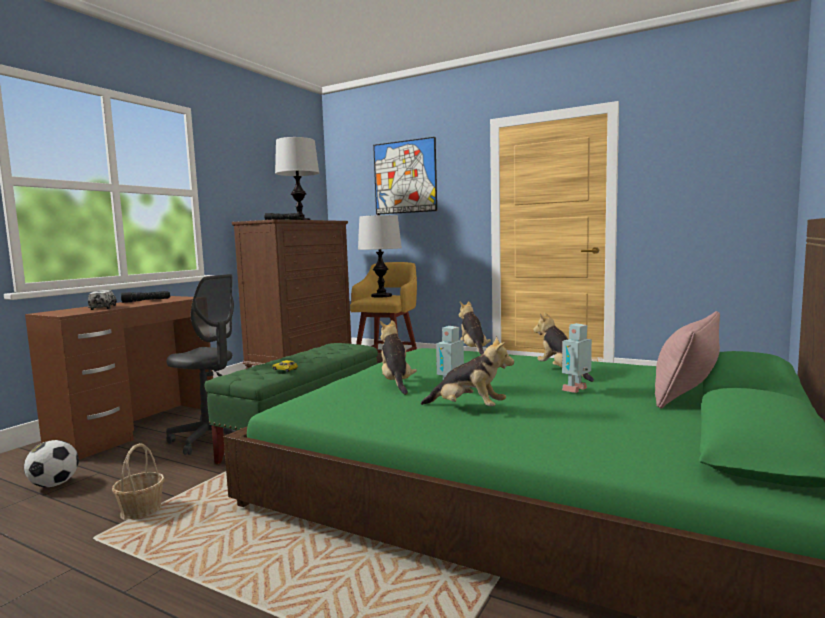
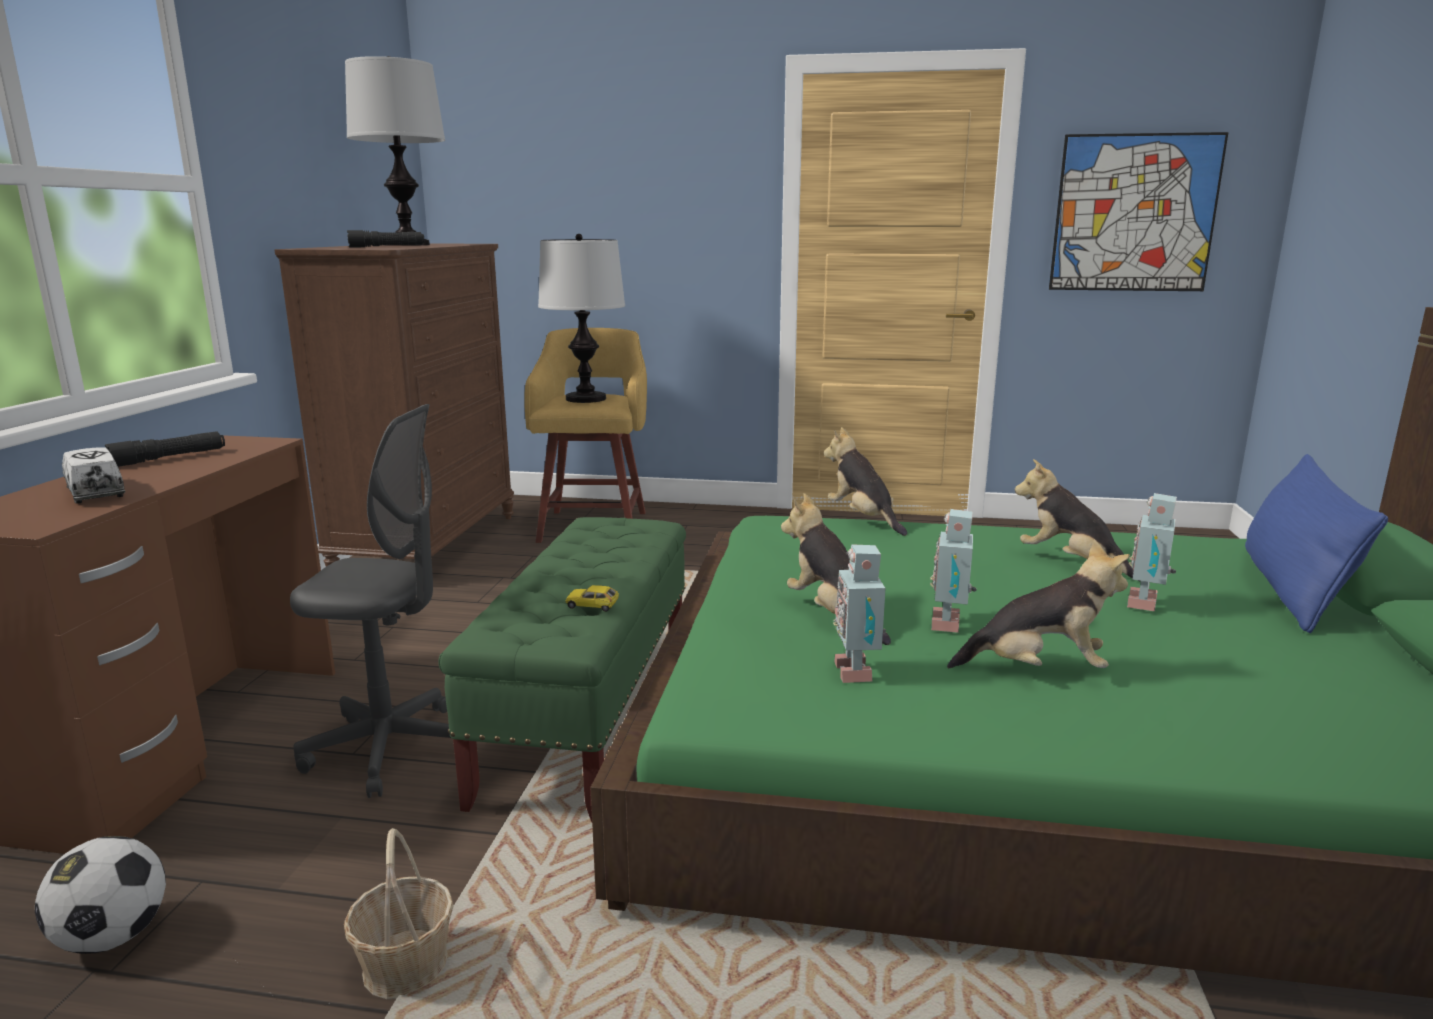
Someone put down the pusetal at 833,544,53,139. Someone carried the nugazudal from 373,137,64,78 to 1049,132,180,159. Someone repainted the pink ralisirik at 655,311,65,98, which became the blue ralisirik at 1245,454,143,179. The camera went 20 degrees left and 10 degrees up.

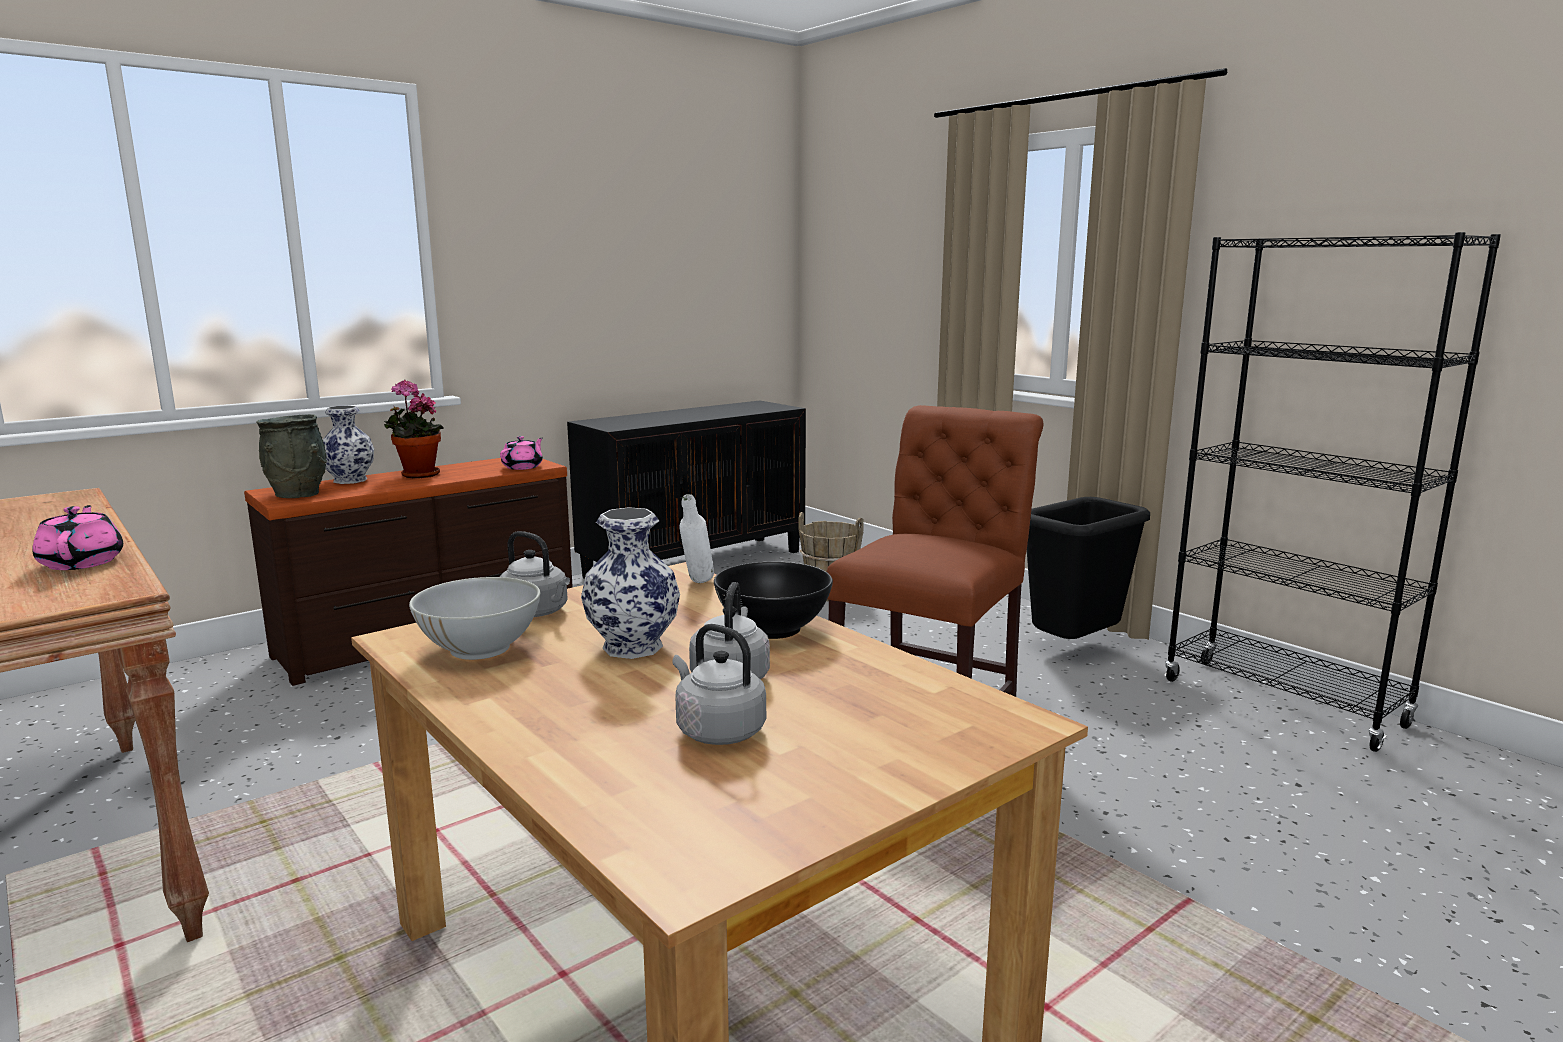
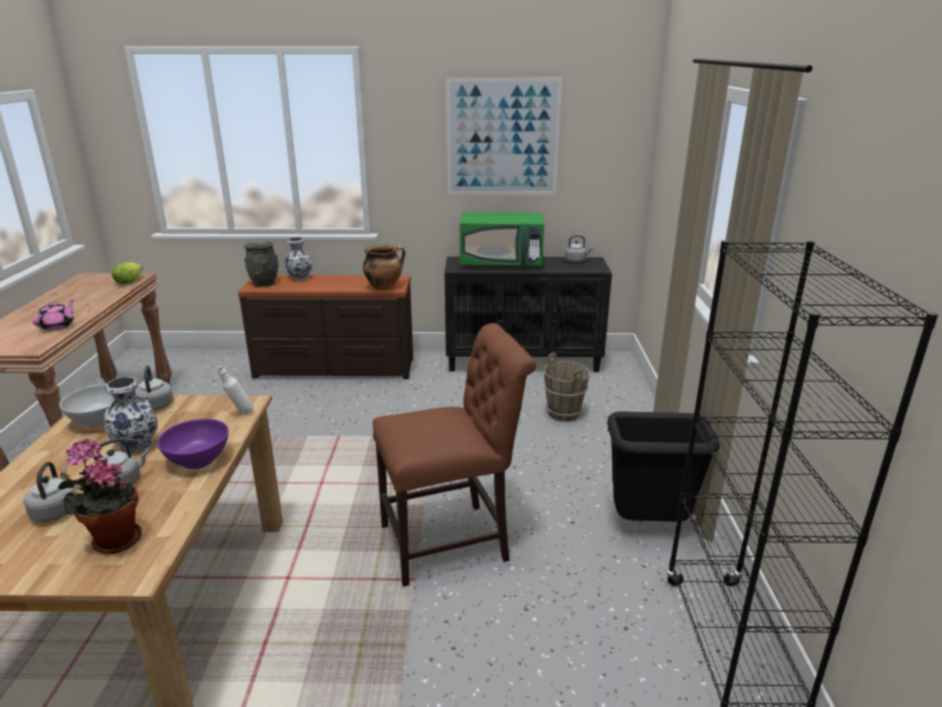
Someone put down the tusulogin at 112,262,31,23. Someone put up the nugazudal at 446,77,116,118. Someone put down the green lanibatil at 460,212,84,55. Someone put down the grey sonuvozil at 565,235,28,27. Someone carried the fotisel from 384,380,60,98 to 58,439,84,115. Someone swapped the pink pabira at 500,436,43,34 for the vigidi at 363,244,42,46. Someone repainted the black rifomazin at 714,562,119,77, which became the purple rifomazin at 157,419,72,50. The camera went 40 degrees right and 10 degrees up.

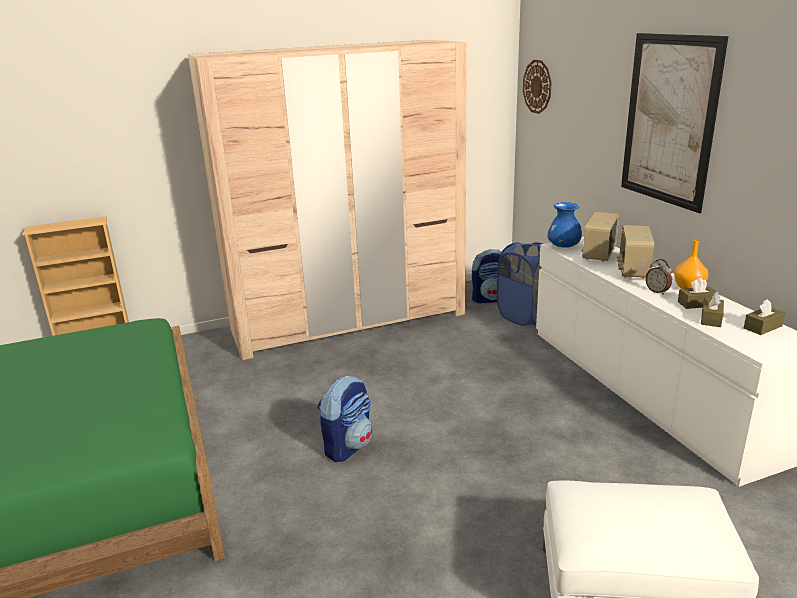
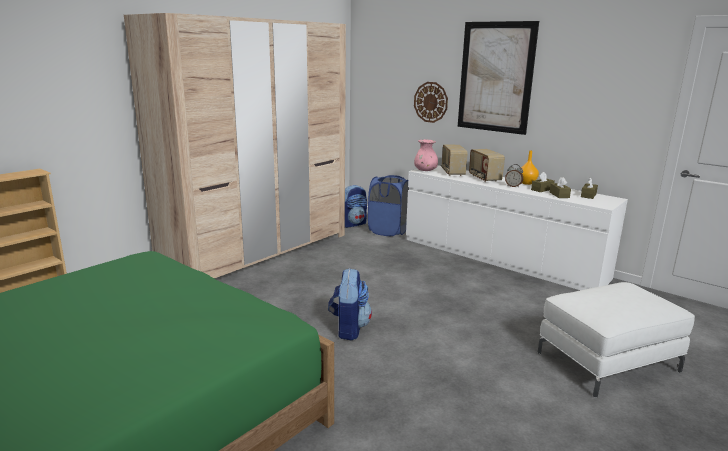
Someone carried the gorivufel from 523,60,29,54 to 414,82,34,41. Someone repainted the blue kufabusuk at 548,202,34,46, which became the pink kufabusuk at 414,139,24,32. The camera went 30 degrees left and 5 degrees down.

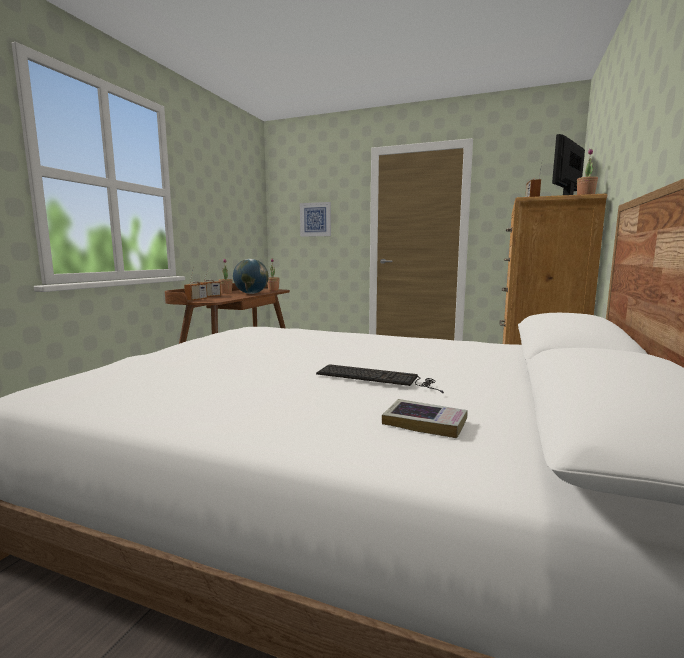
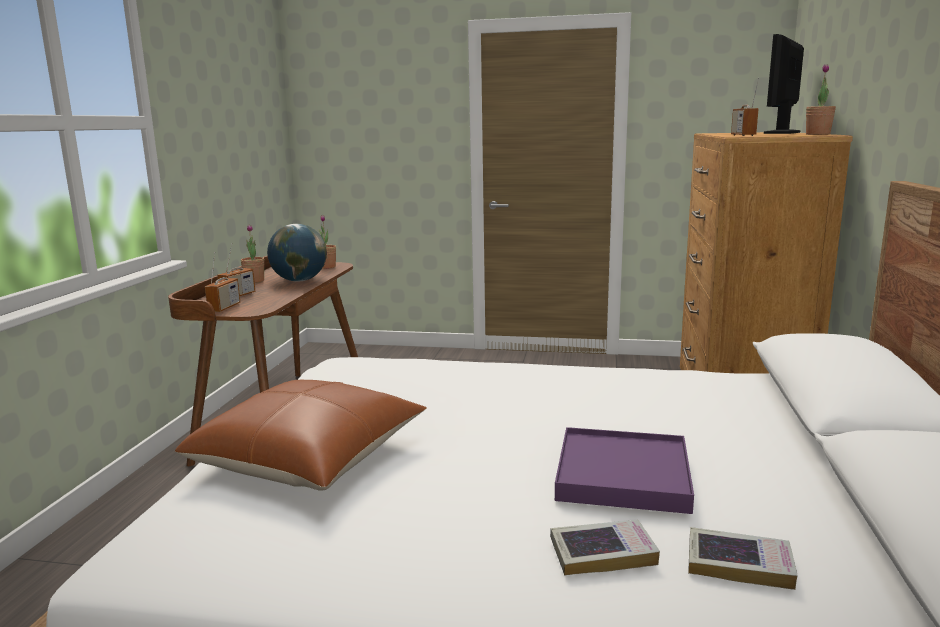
Someone took away the nugazudal at 300,202,31,35. Someone put down the brown ralisirik at 175,380,252,111. Someone put down the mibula at 550,520,110,56. Someone swapped the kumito at 316,364,128,29 for the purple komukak at 555,427,139,87. The camera went 10 degrees left and 5 degrees up.

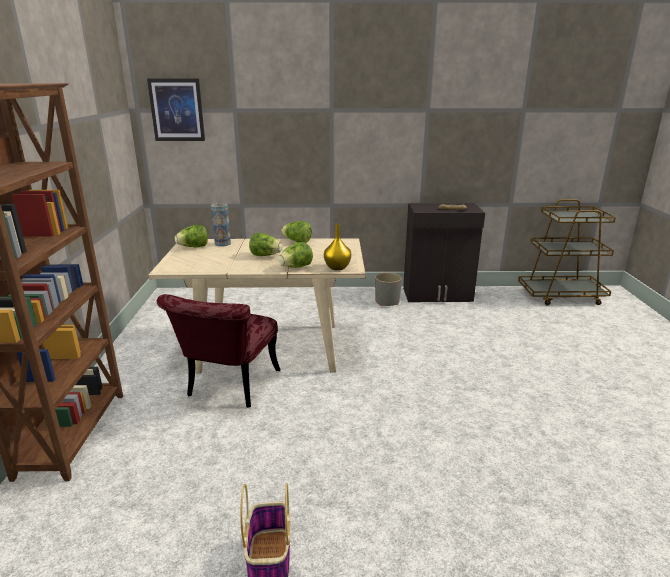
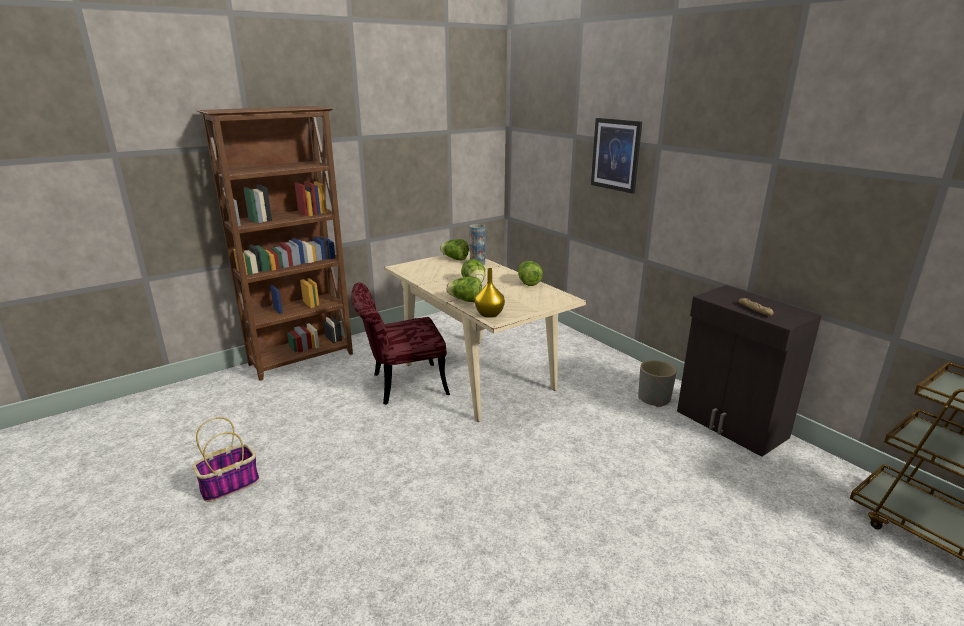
Someone carried the nugazudal from 147,78,58,63 to 591,118,51,76. The camera went 55 degrees right and 0 degrees up.

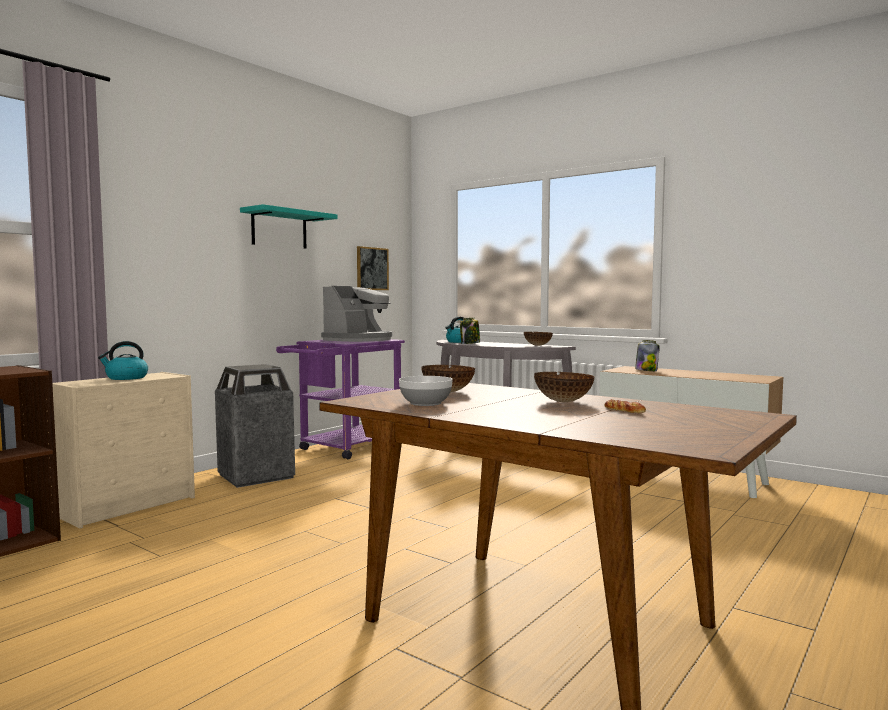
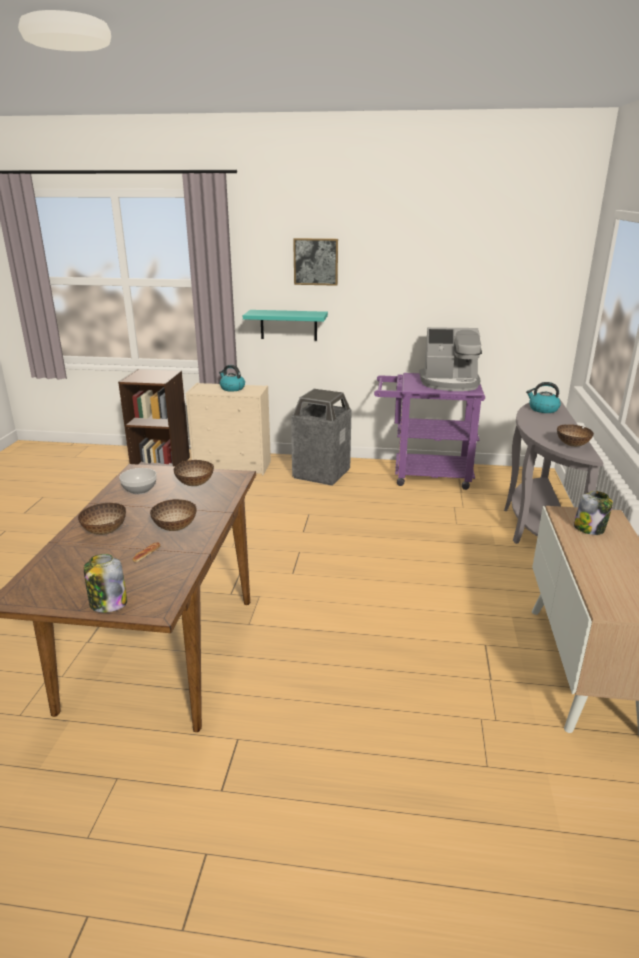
Someone put down the rifomazin at 78,503,48,32. Someone carried the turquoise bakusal from 240,204,98,45 to 243,310,85,31. Someone carried the nugazudal from 357,246,32,44 to 293,238,45,48. Someone carried the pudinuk from 460,317,20,27 to 84,554,43,59. The camera went 60 degrees right and 20 degrees up.

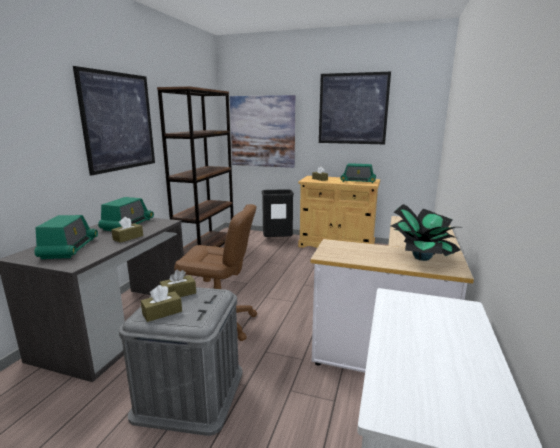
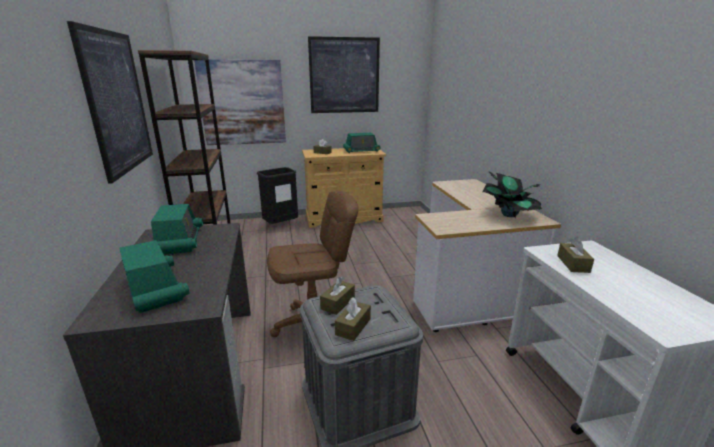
Someone carried the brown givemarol from 111,217,32,26 to 557,237,37,36. The camera went 30 degrees left and 5 degrees up.

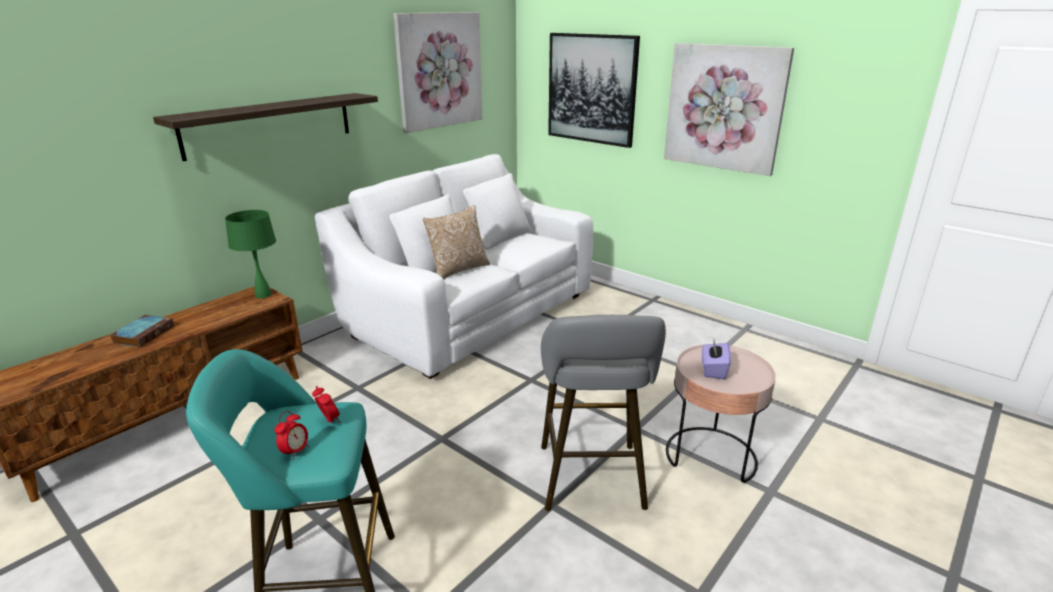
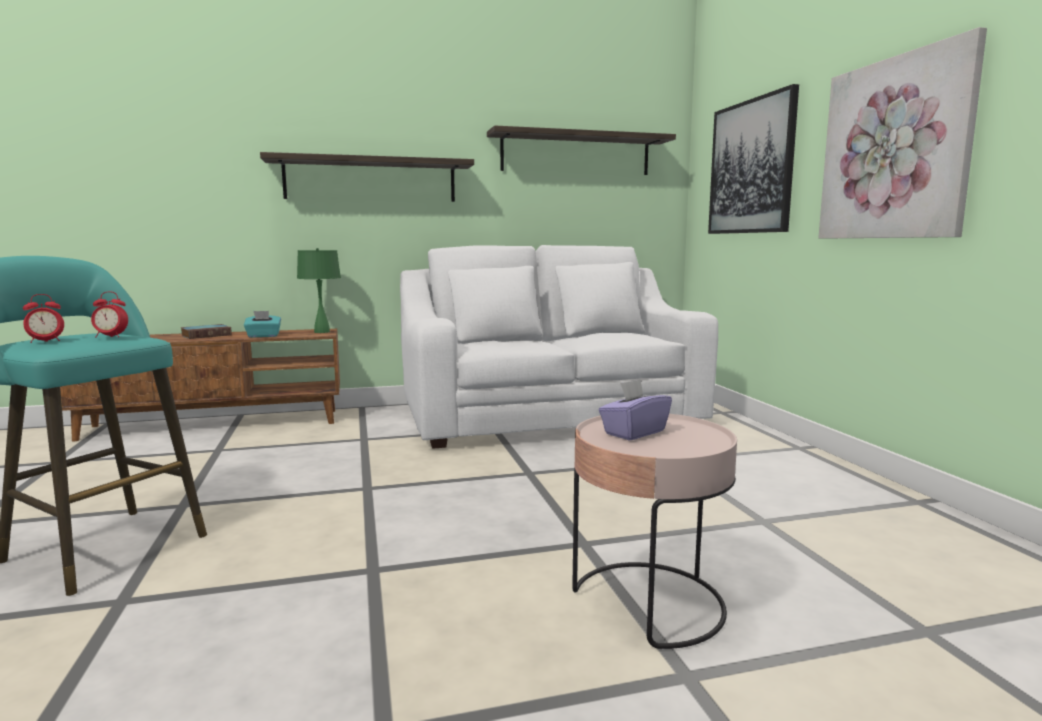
Someone took away the ralisirik at 423,205,67,74. Someone took away the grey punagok at 541,315,125,196. Someone put down the turquoise givemarol at 244,311,37,27. Someone swapped the nugazudal at 393,12,89,121 for the bakusal at 487,125,189,50. Someone rotated the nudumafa at 312,386,28,37 by 90 degrees clockwise. The camera went 35 degrees right and 15 degrees down.

